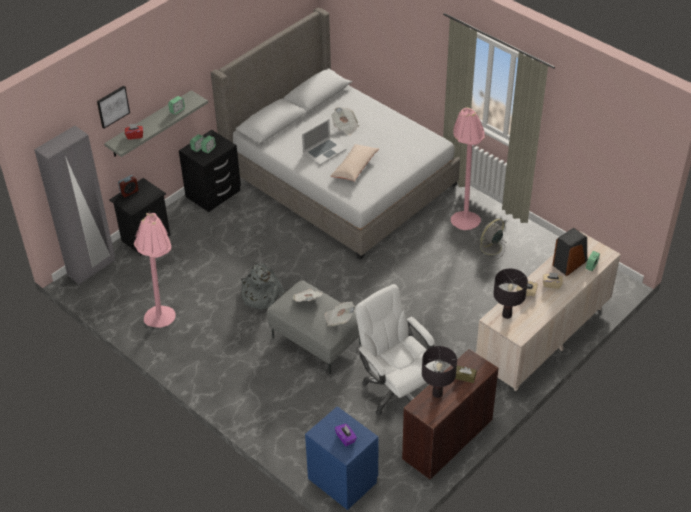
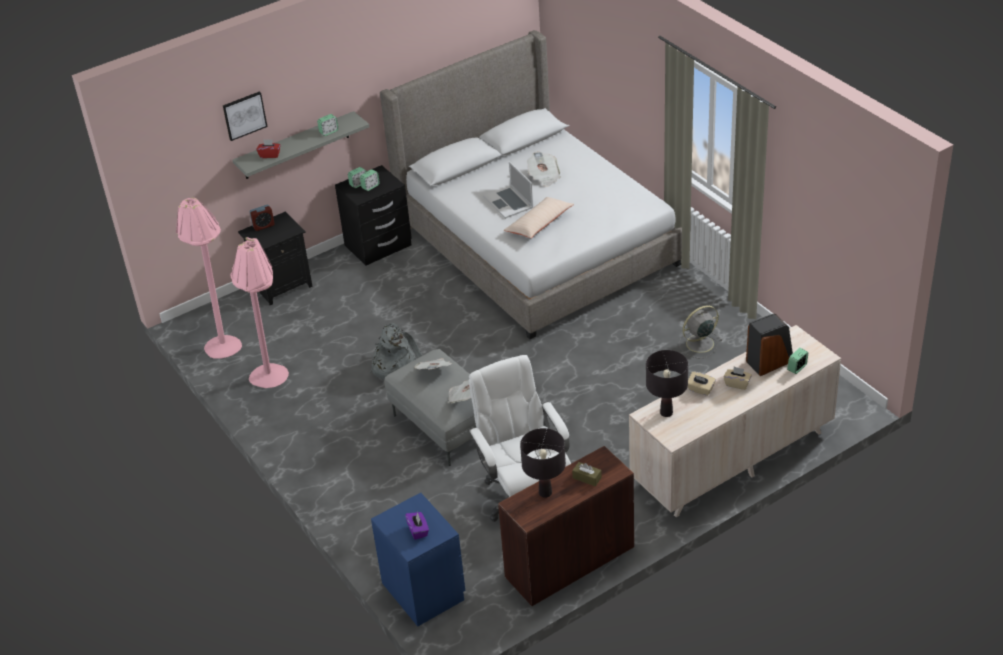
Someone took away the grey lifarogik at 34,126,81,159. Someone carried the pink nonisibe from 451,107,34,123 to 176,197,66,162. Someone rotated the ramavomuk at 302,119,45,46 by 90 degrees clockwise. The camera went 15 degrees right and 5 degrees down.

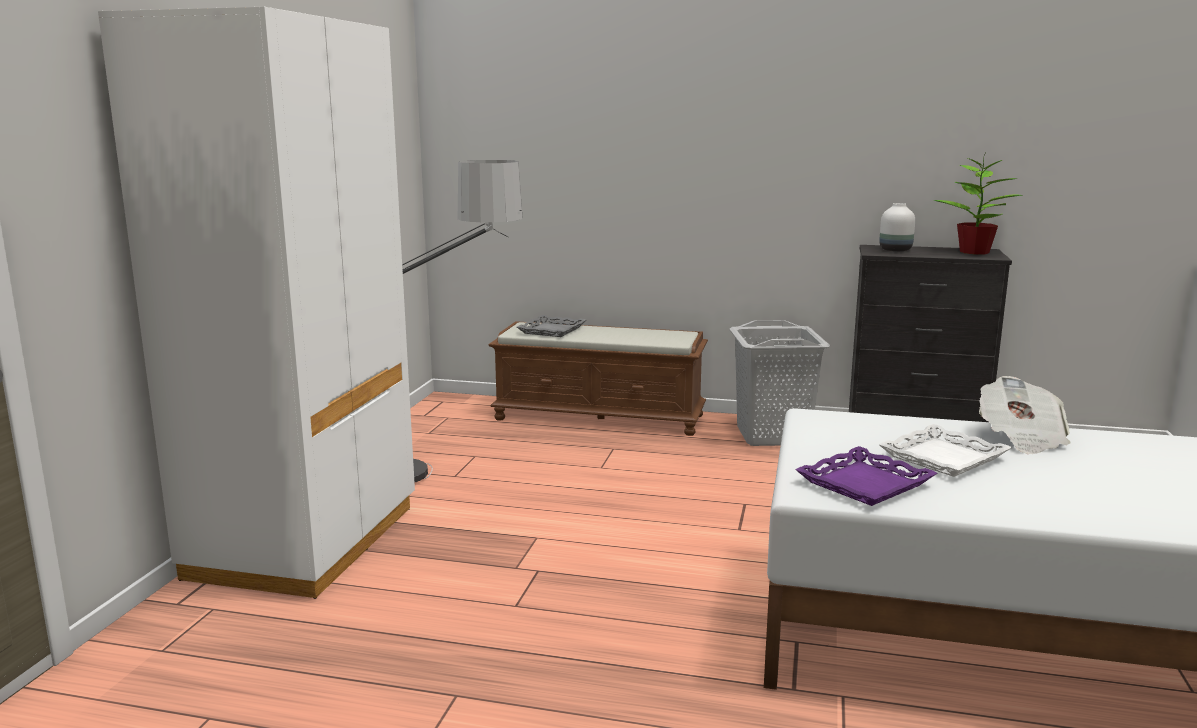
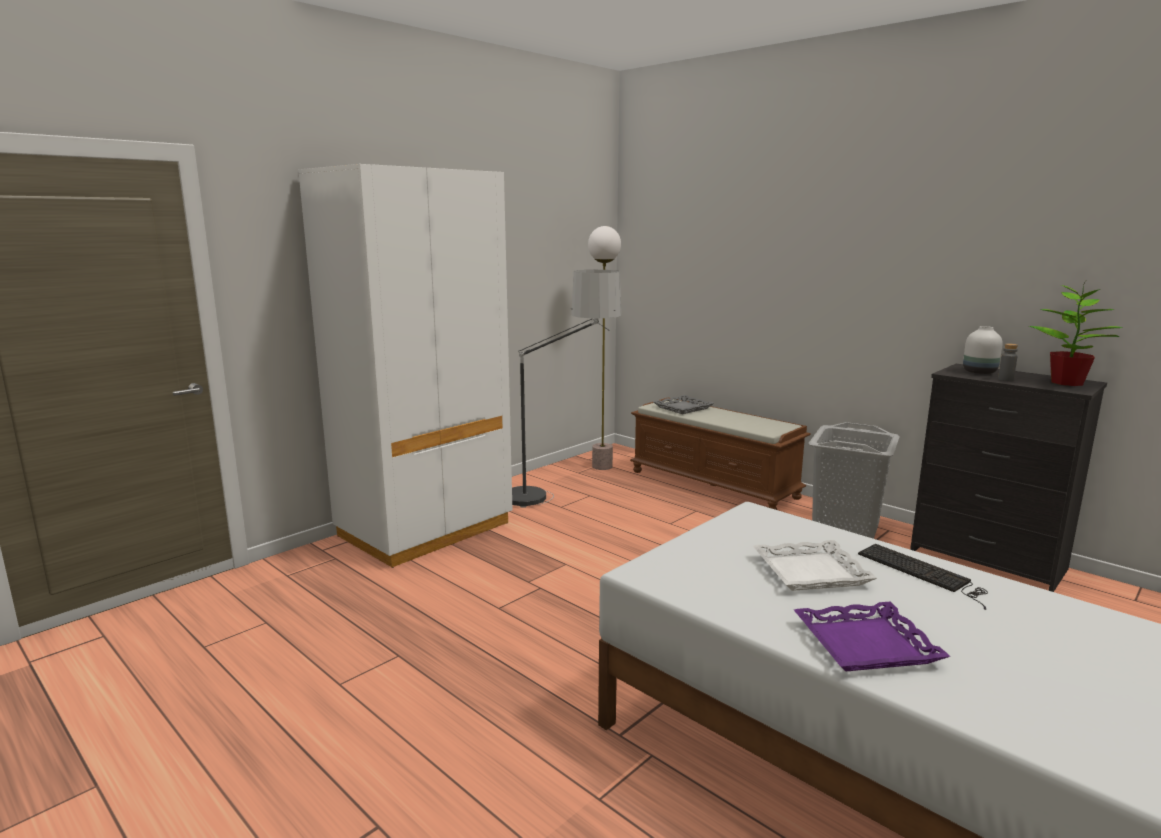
Someone put down the nonisibe at 588,226,33,244. Someone put down the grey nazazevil at 998,344,20,37. Someone carried the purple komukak from 795,446,143,60 to 794,602,157,69. Someone swapped the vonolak at 979,376,91,78 for the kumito at 858,544,130,66. The camera went 30 degrees right and 0 degrees up.

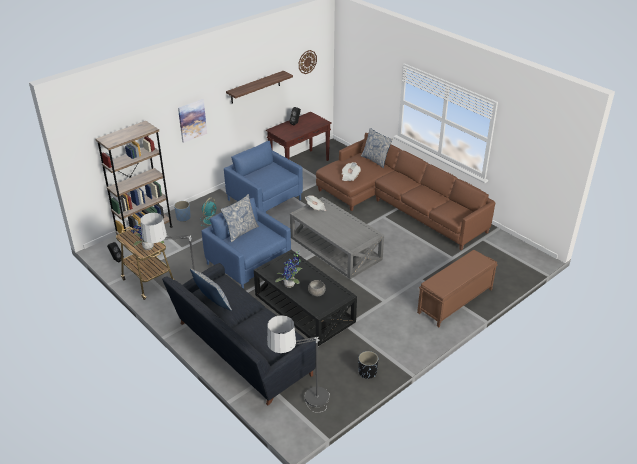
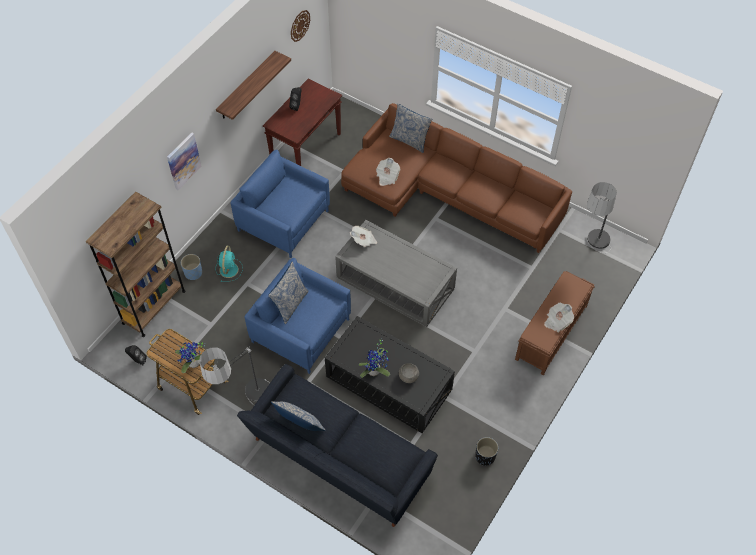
Someone put down the vonolak at 544,302,30,31. Someone carried the nonisibe from 267,315,63,98 to 587,182,30,71. The camera went 15 degrees left and 20 degrees up.

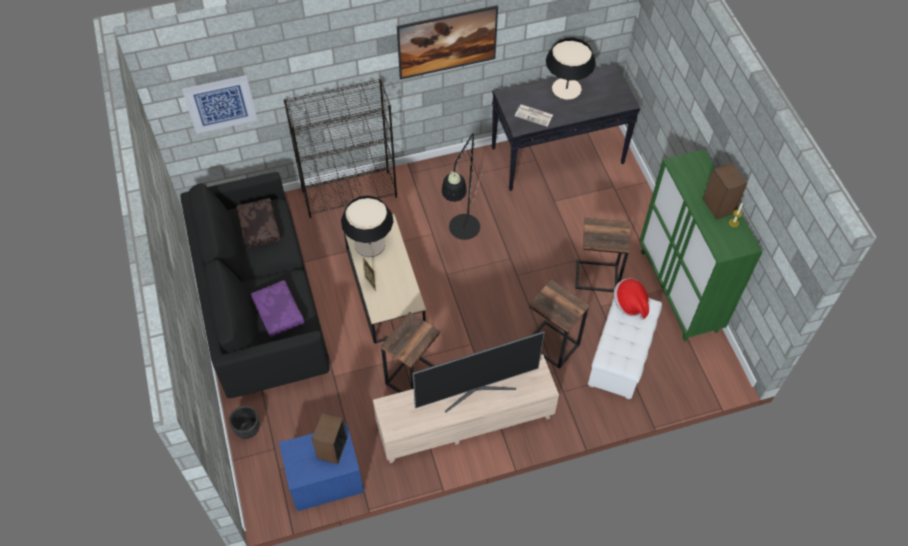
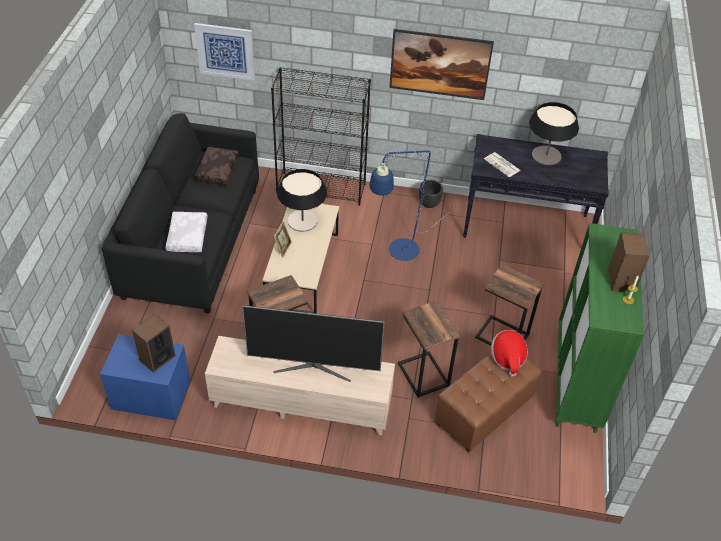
Someone carried the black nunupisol from 229,406,31,33 to 419,180,24,28. Someone repainted the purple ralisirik at 251,280,54,57, which became the white ralisirik at 166,212,41,40. Someone repainted the black nonisibe at 442,133,44,107, which became the blue nonisibe at 369,150,84,111. Someone repainted the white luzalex at 588,298,74,101, which became the brown luzalex at 435,353,107,99. The camera went 25 degrees right and 10 degrees down.

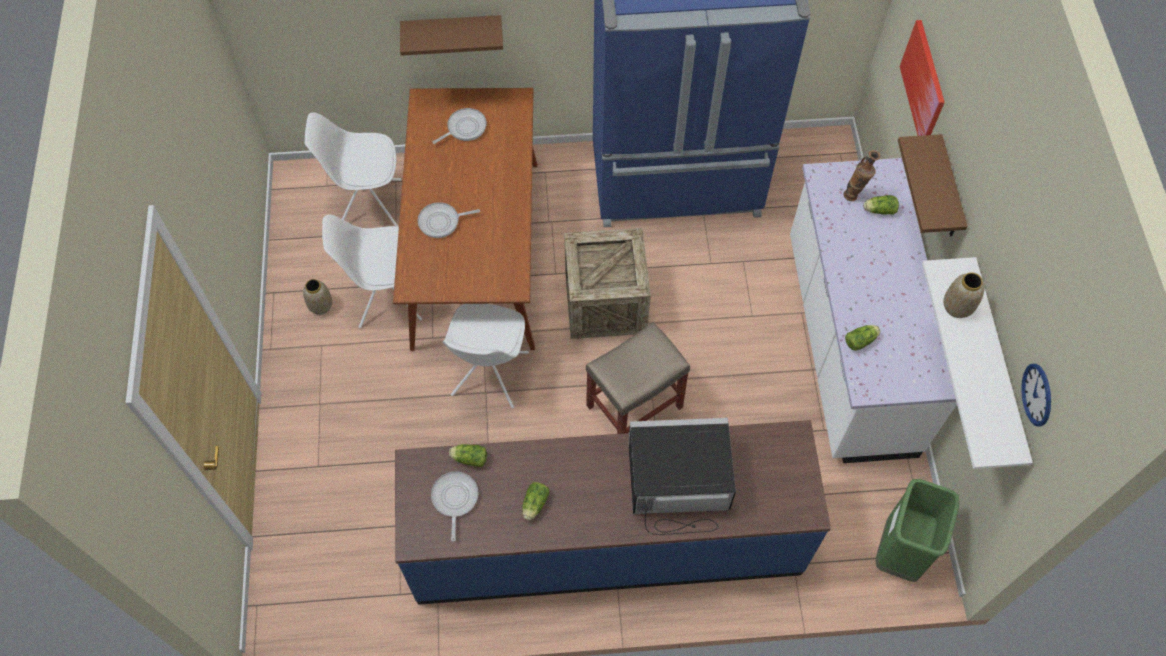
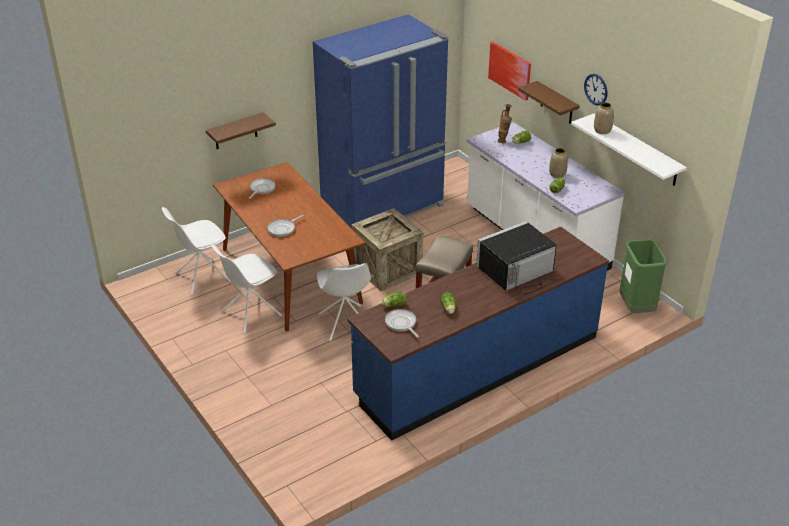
Someone carried the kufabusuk from 303,279,30,36 to 549,148,19,30. Someone carried the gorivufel from 1021,364,30,63 to 584,74,23,31. The camera went 30 degrees left and 25 degrees down.

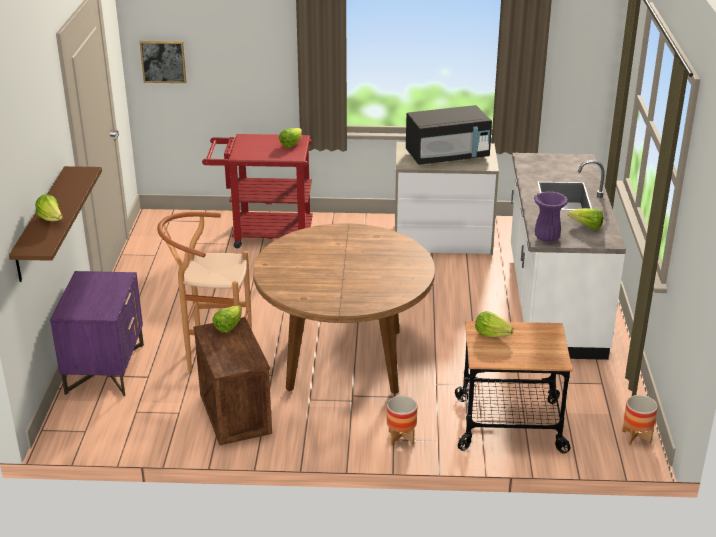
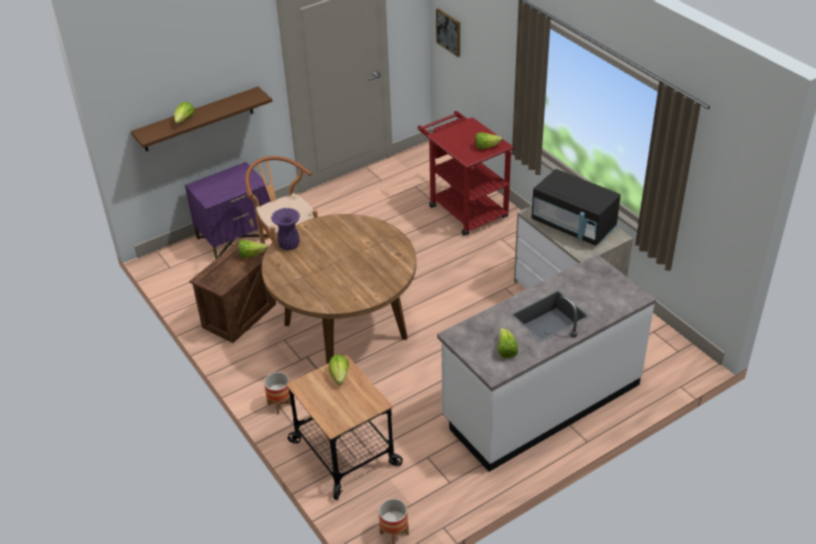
Someone carried the purple kufabusuk from 534,191,34,51 to 271,208,29,42. The camera went 55 degrees right and 10 degrees up.

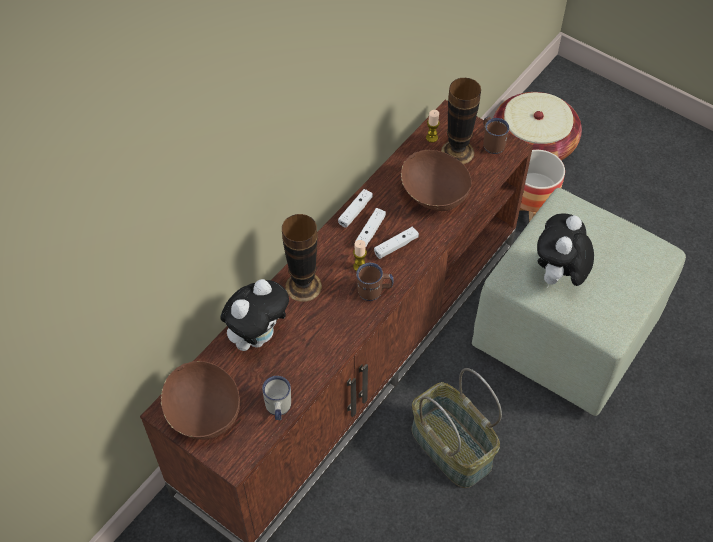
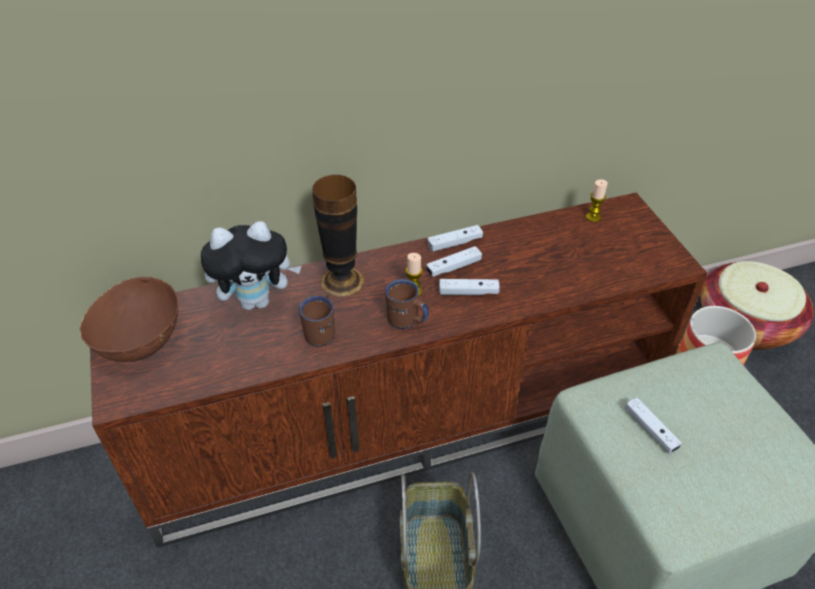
Someone took away the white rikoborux at 262,376,29,44. Someone took away the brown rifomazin at 401,150,71,61. Someone took away the kufabusuk at 441,78,40,86. Someone carried the brown rikoborux from 483,117,26,37 to 299,293,36,54. Someone swapped the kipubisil at 537,213,57,76 for the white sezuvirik at 625,398,57,55. The camera went 35 degrees right and 10 degrees down.

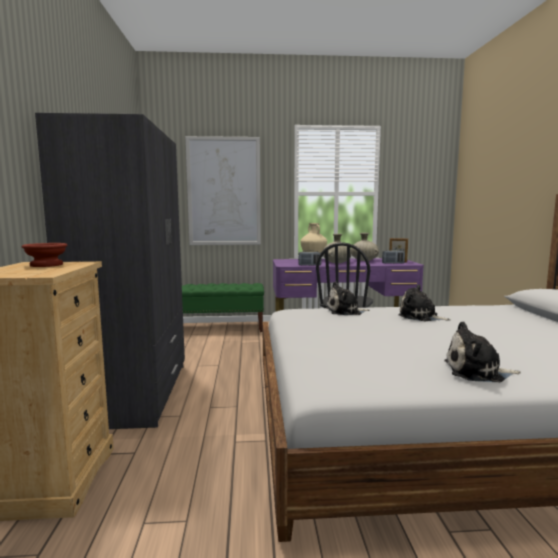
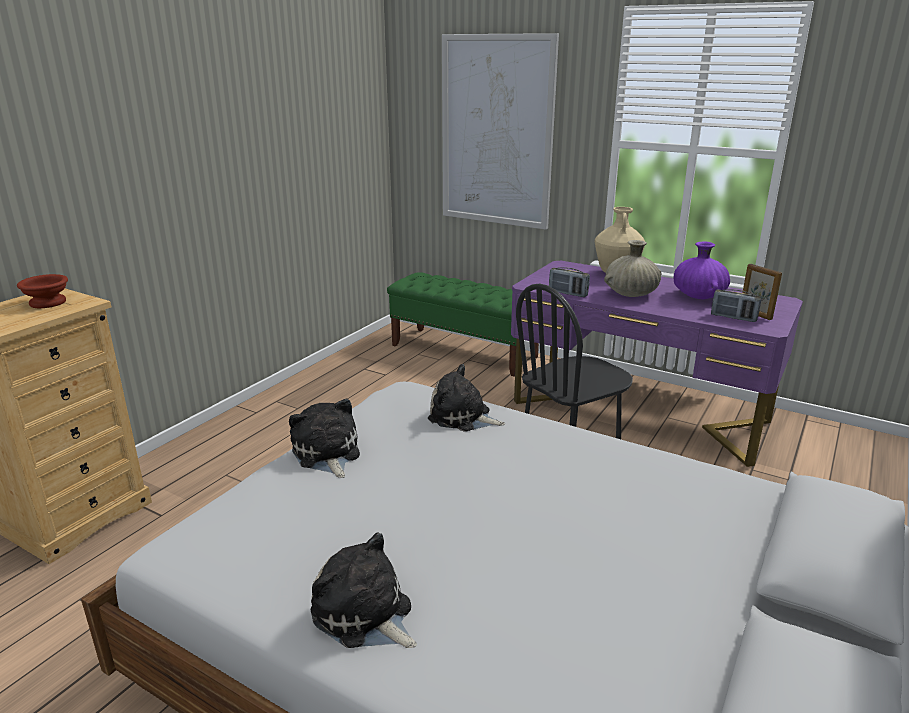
Someone took away the grey lifarogik at 35,113,150,316. Someone carried the kipubisil from 398,284,53,37 to 289,399,71,79. Someone repainted the beige kufabusuk at 351,233,28,28, which became the purple kufabusuk at 674,242,56,57. The camera went 35 degrees right and 15 degrees up.

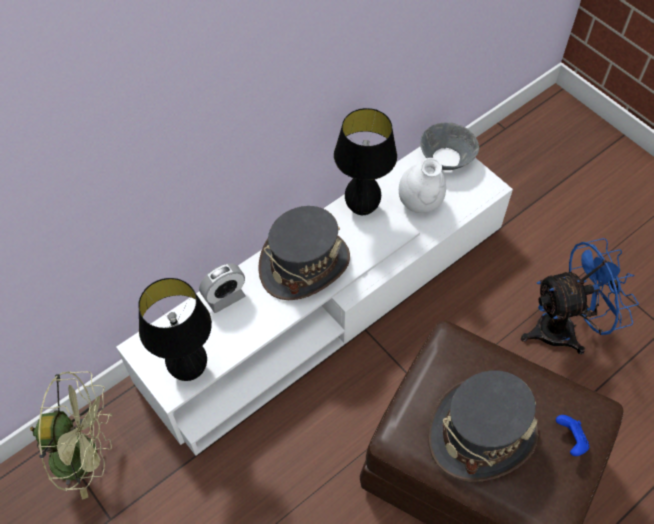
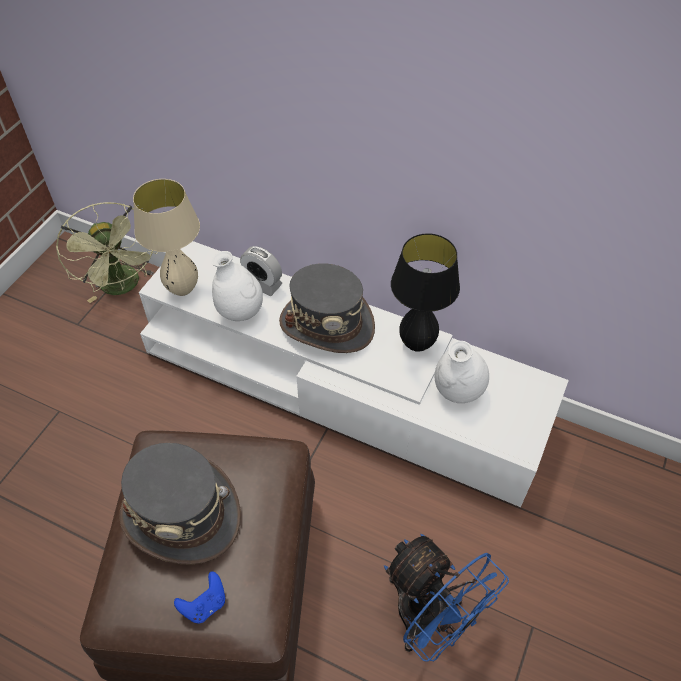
Someone took away the grey rifomazin at 420,122,59,48. Someone put down the white kufabusuk at 211,251,52,70. Someone repainted the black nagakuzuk at 138,278,74,103, which became the beige nagakuzuk at 133,179,67,117. The camera went 65 degrees right and 5 degrees down.

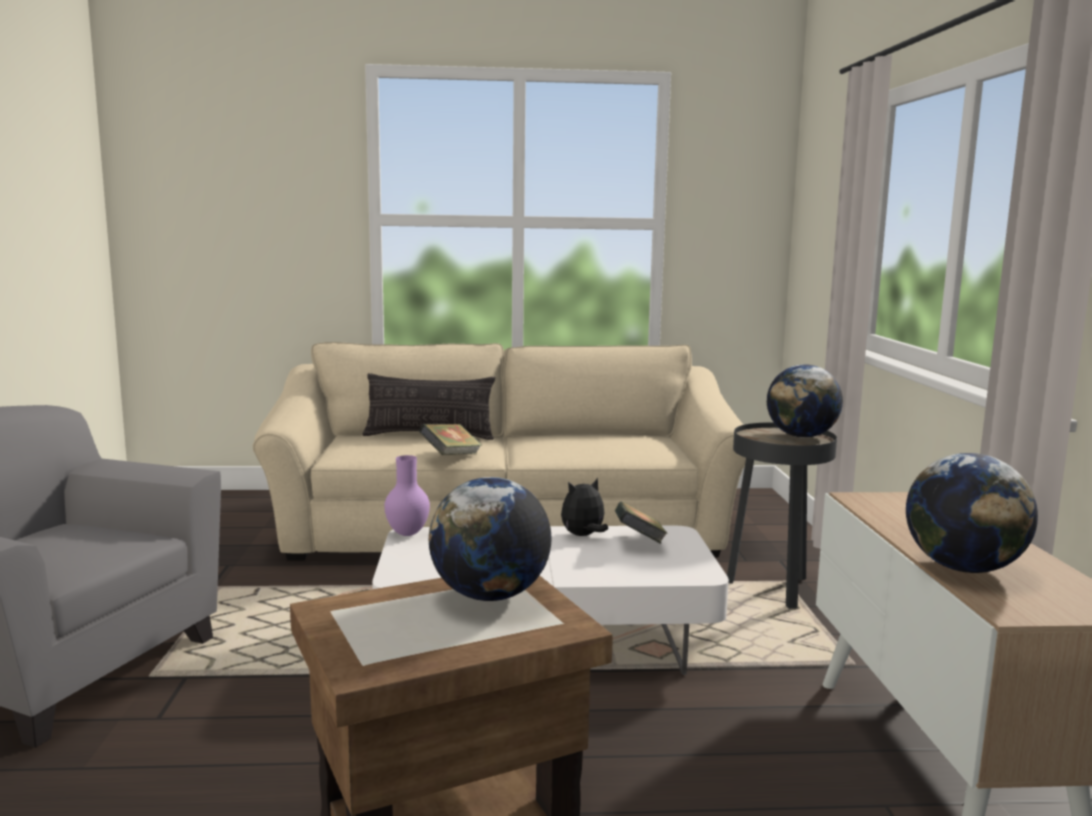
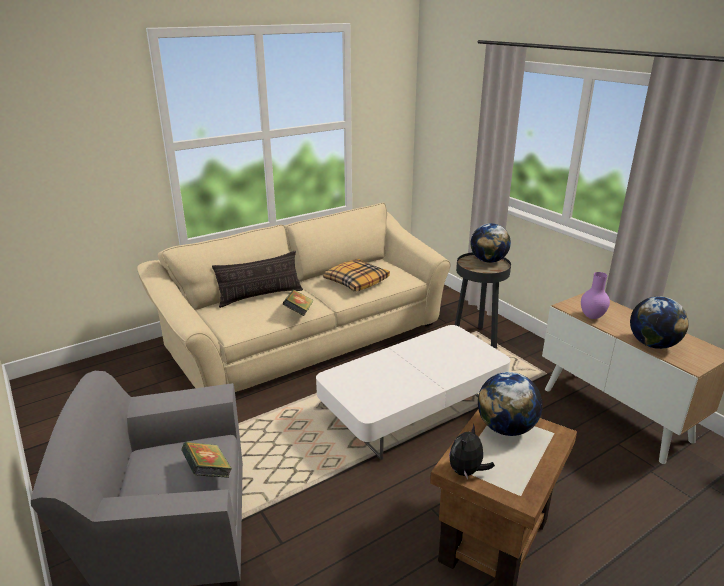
Someone put down the ralisirik at 323,259,67,33. Someone carried the purple kufabusuk from 384,455,46,81 to 581,272,29,47. Someone carried the kipubisil from 561,478,47,58 to 449,424,46,56. Someone carried the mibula from 615,502,53,42 to 181,442,51,36. The camera went 30 degrees left and 15 degrees up.

